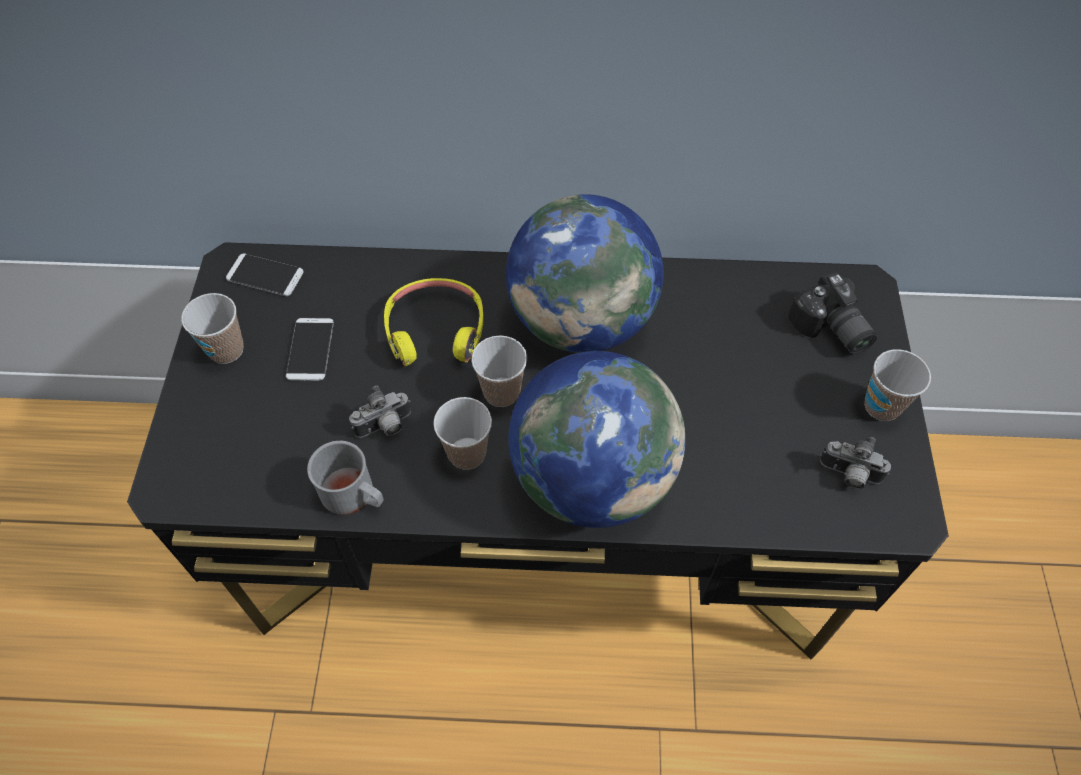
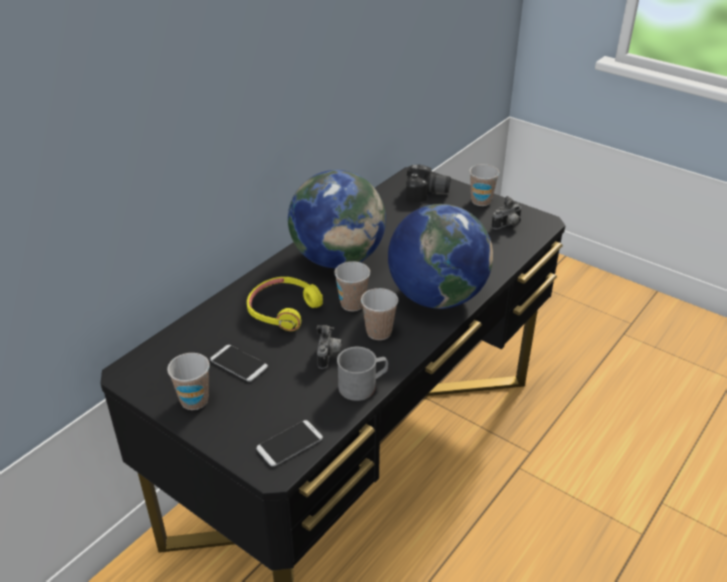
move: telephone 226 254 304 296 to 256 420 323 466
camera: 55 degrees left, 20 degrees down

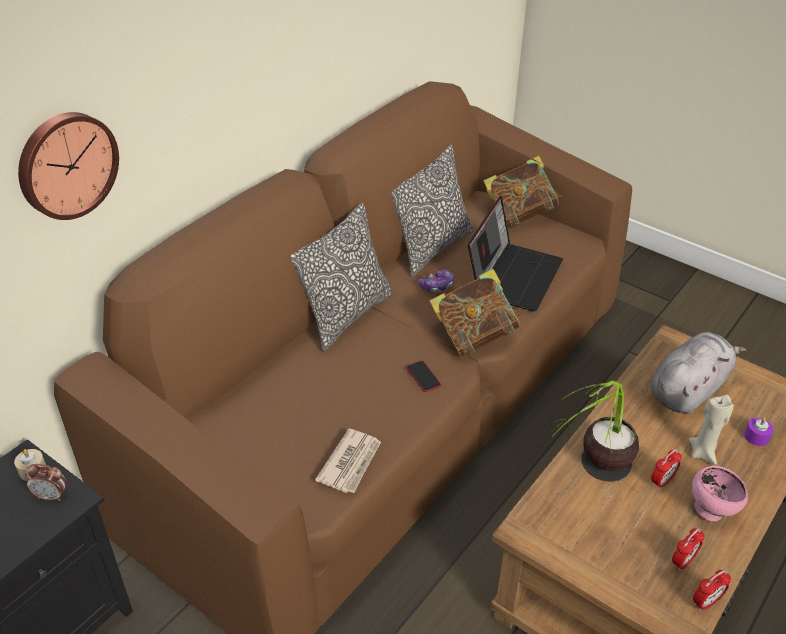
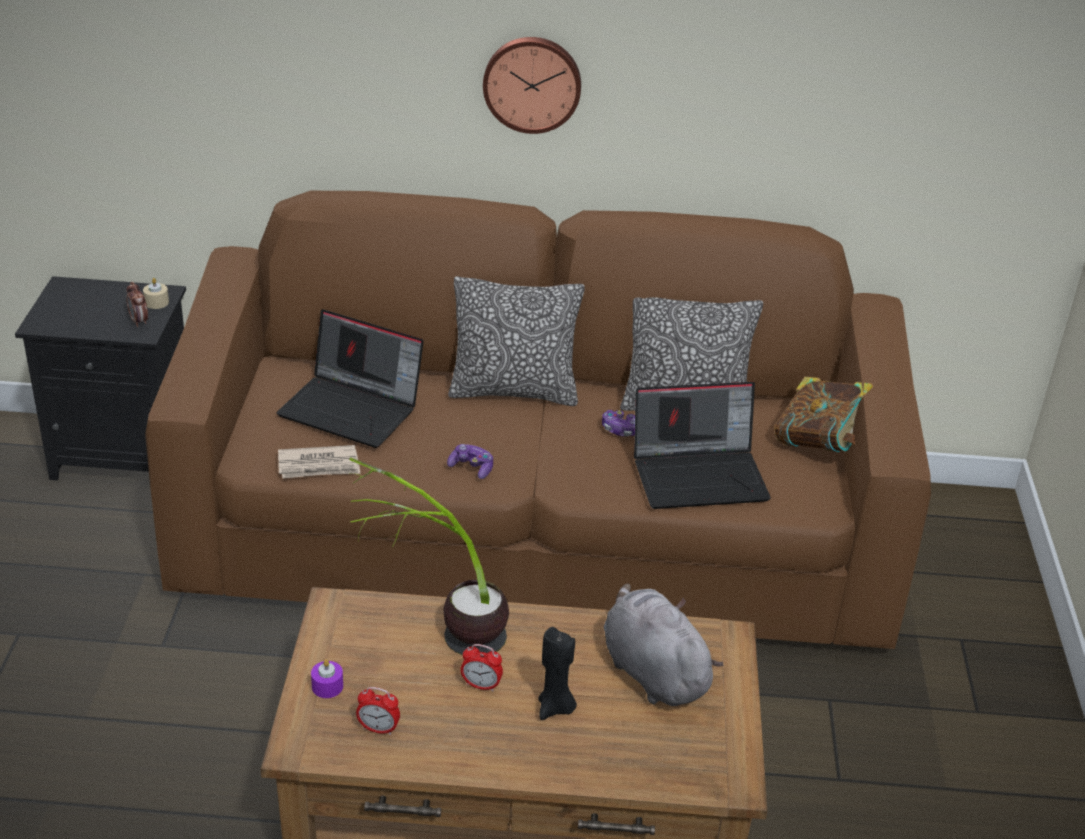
delete: bound book 430 269 524 357; pinkish deep dish 692 466 748 521; bedside clock 693 570 731 611
insert: portable computer 276 309 424 448
move: clock on the wall 18 112 119 220 to 483 37 581 134; purplish wax light 744 417 774 446 to 311 659 343 698
replace: telephone 406 361 441 392 to gamepad 447 444 493 479
recolor: sand-coloured wax light 689 395 734 465 to black wax light 538 627 577 720
rotate: grey soft toy 651 332 746 414 = 604 583 723 706 135 degrees counterclockwise
camera: 55 degrees right, 5 degrees down

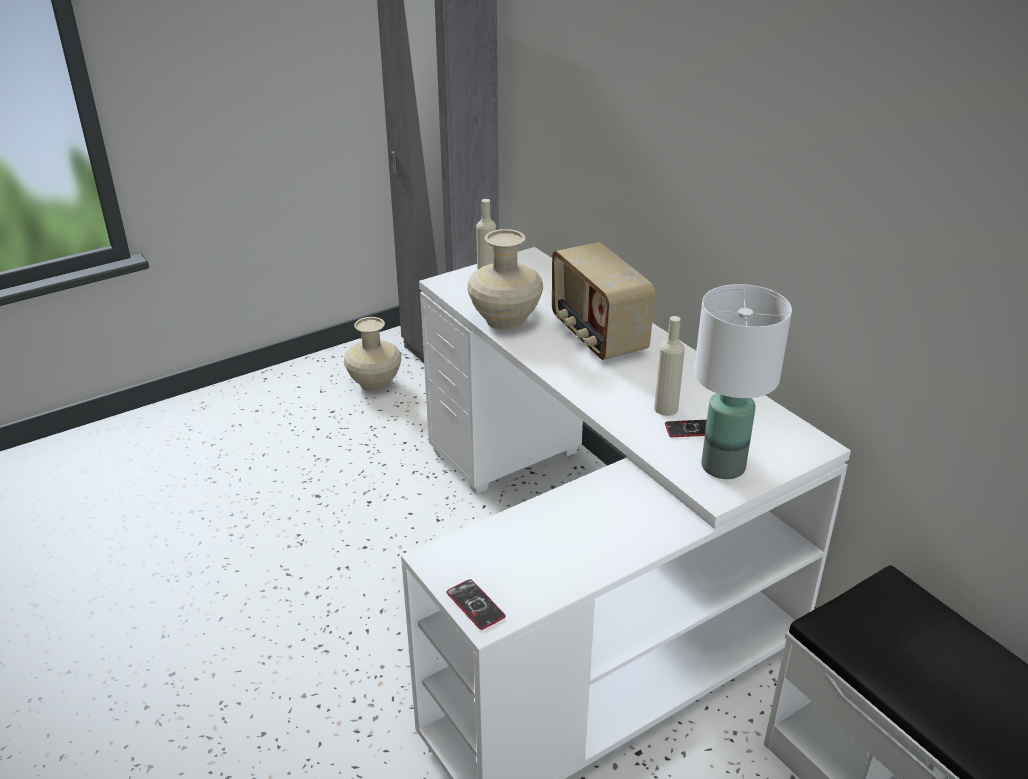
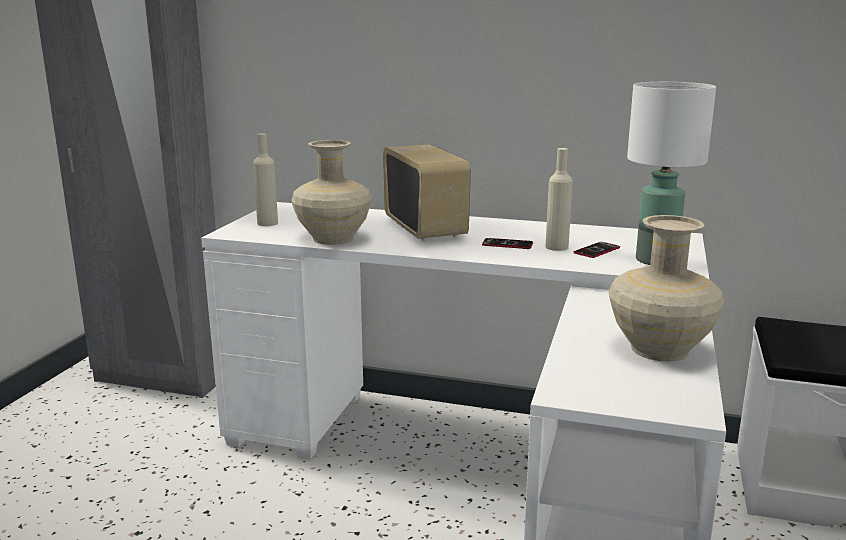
move: sand-coloured decorative vase 344 317 401 392 to 608 215 724 362; telephone 447 579 506 630 to 482 238 533 249
rotate: radio set 552 242 655 360 = 383 144 471 241 135 degrees counterclockwise
camera: 40 degrees left, 15 degrees down

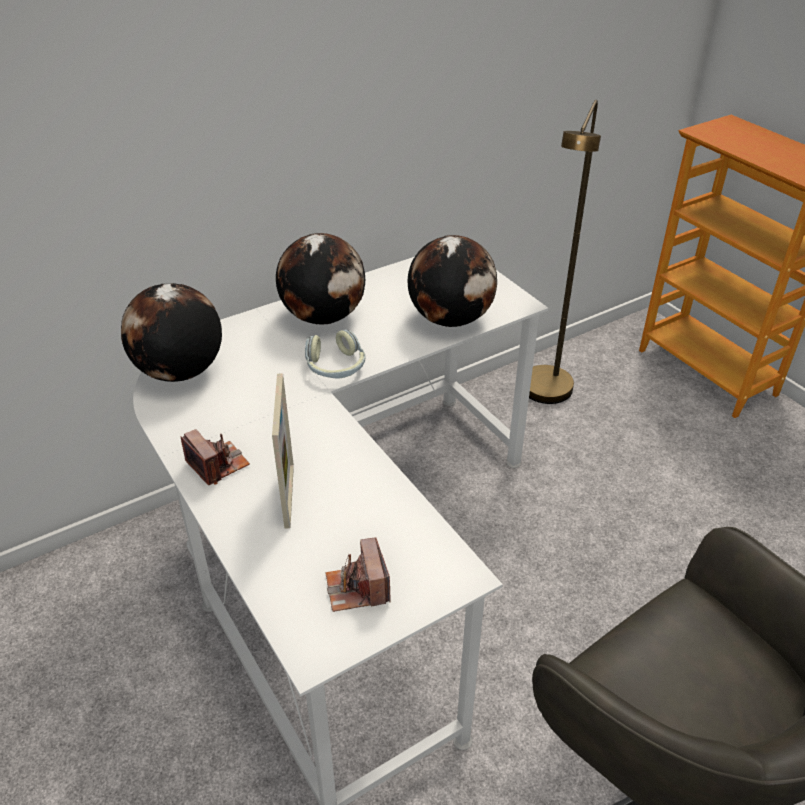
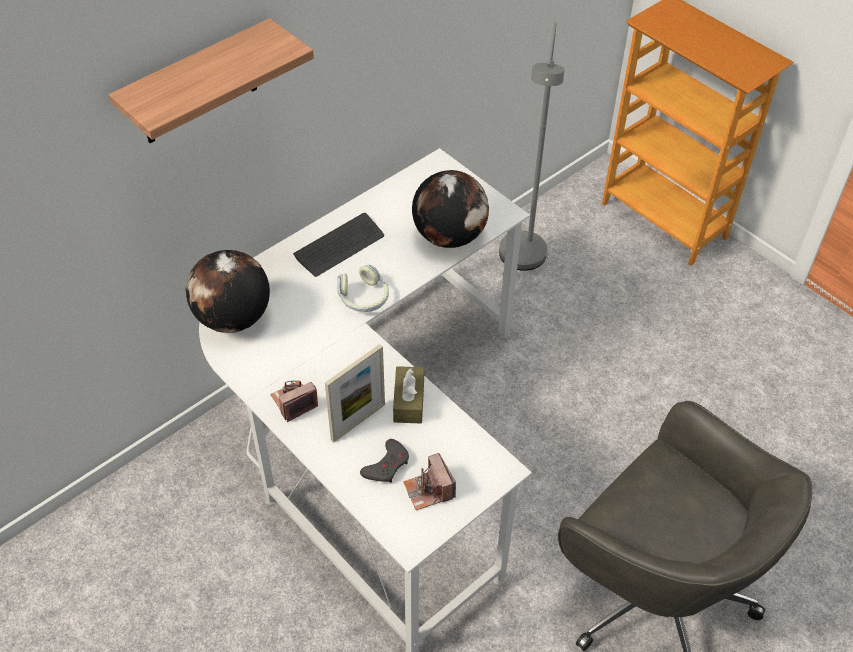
insert: bracket shelf 109 18 314 143; brown tissue holder 393 366 424 424; grey gamepad 360 439 409 483
replace: world globe 276 233 365 325 to computer keyboard 293 213 384 277
recolor: brown floor lamp 529 100 601 404 to grey floor lamp 499 22 565 271
rotate: picture frame 272 374 294 529 = 325 344 385 442 60 degrees clockwise; still camera 181 429 250 485 = 270 381 318 422 75 degrees counterclockwise
camera: 10 degrees left, 10 degrees up

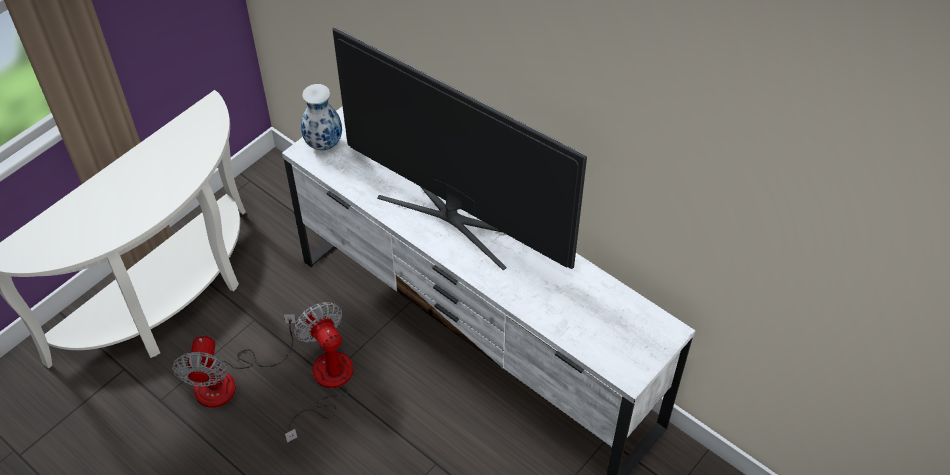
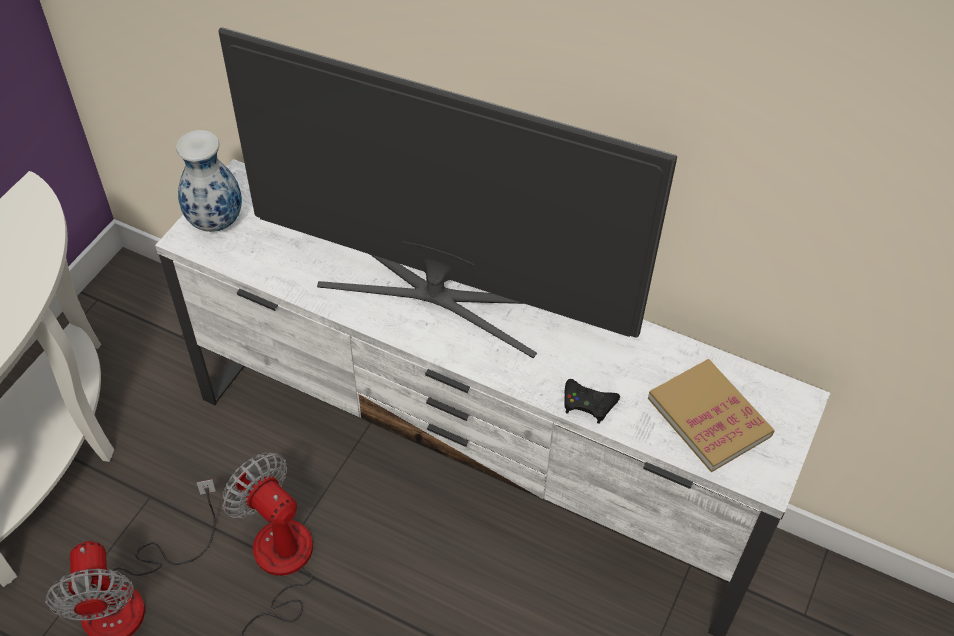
insert: bound book 648 359 775 472; black gamepad 564 379 620 424
camera: 15 degrees left, 0 degrees up

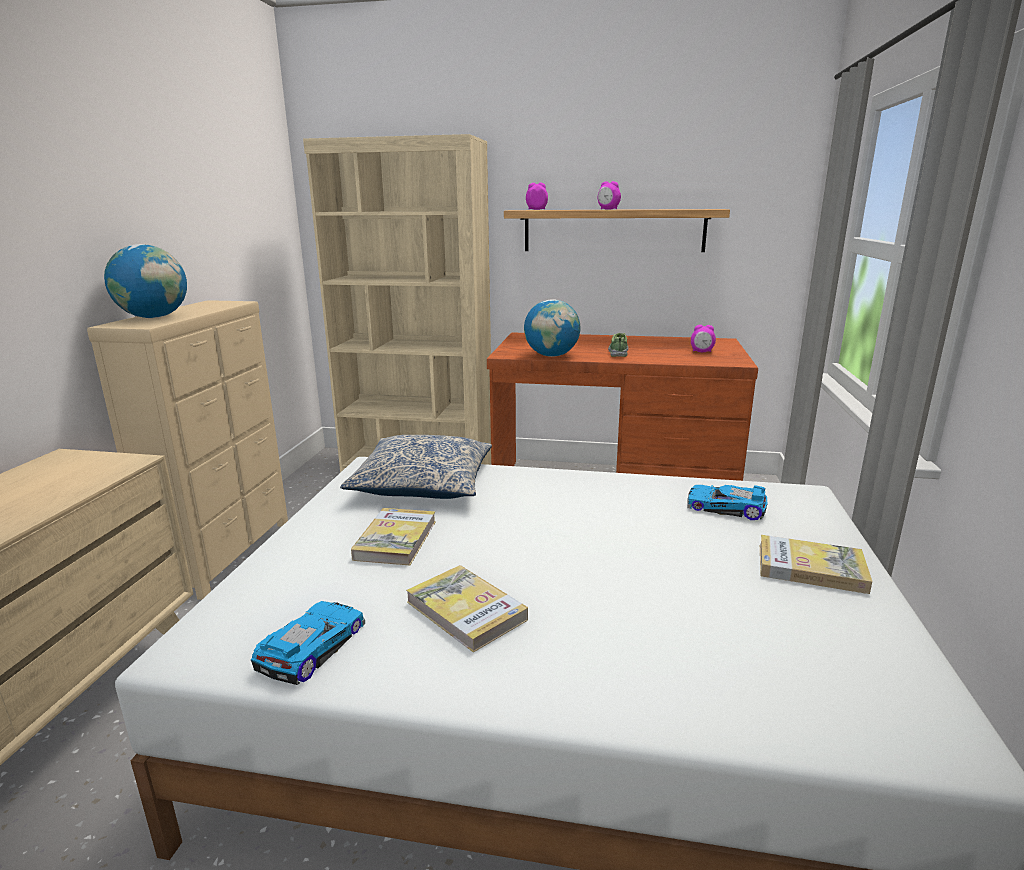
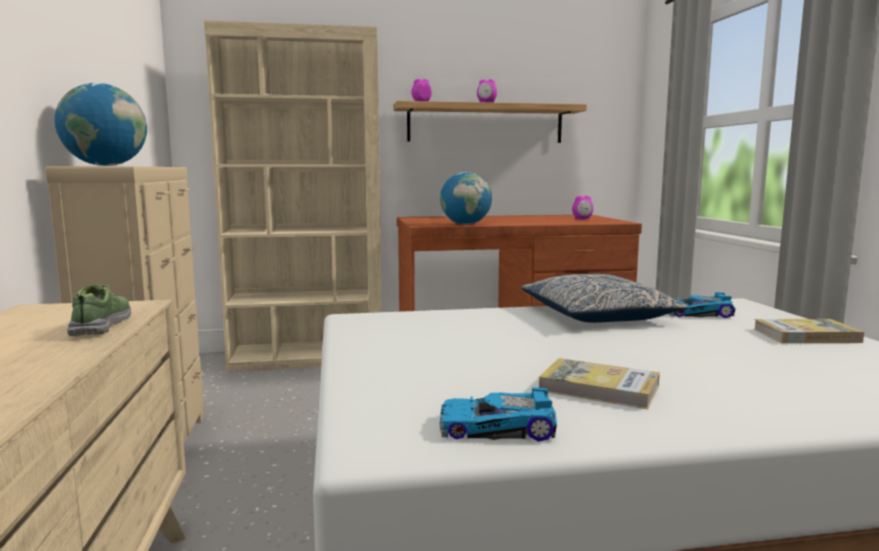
delete: bound book 351 508 436 565
move: item of footwear 608 333 628 357 to 67 284 131 336; throw pillow 340 435 492 499 to 521 274 688 323
rotate: miniature car 251 601 365 685 = 439 387 557 442 90 degrees counterclockwise
camera: 20 degrees left, 10 degrees down

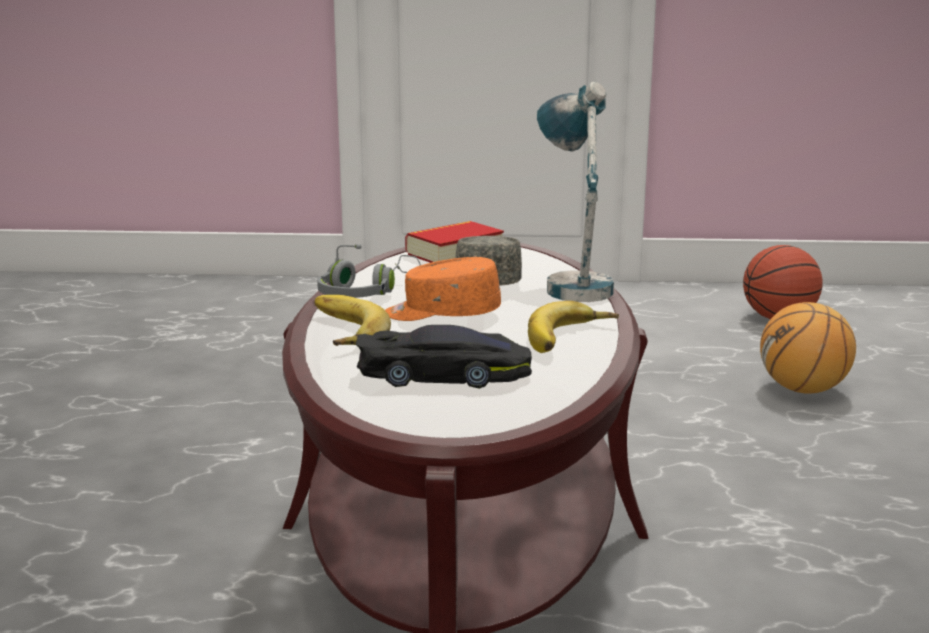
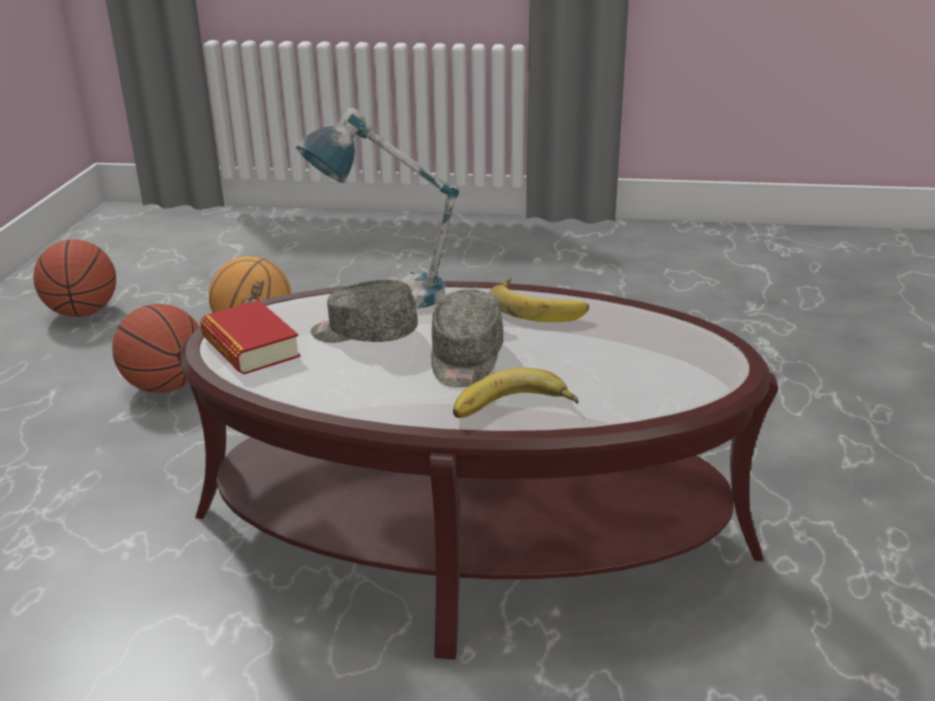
delete: grey pair of headphones 317 244 421 298; black miniature car 356 325 532 389
insert: basketball ball 112 304 199 393
recolor: orange baseball cap 385 257 501 321 to grey baseball cap 431 289 503 387
camera: 85 degrees left, 10 degrees up

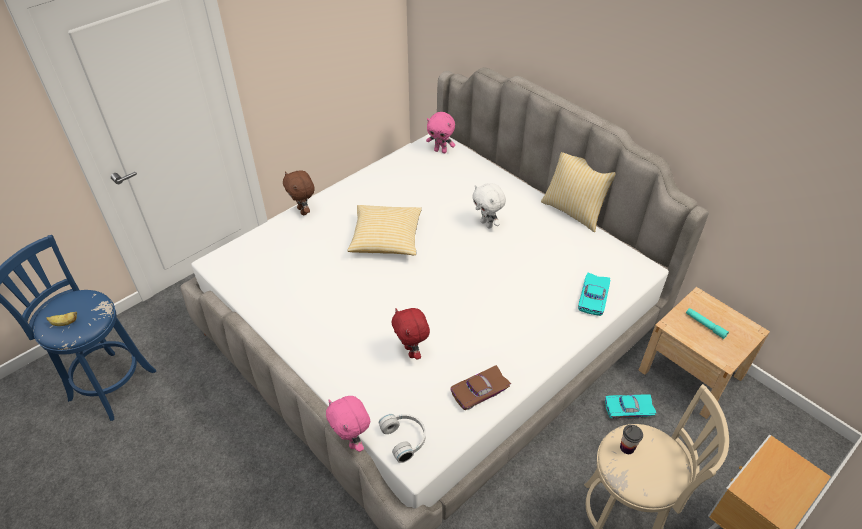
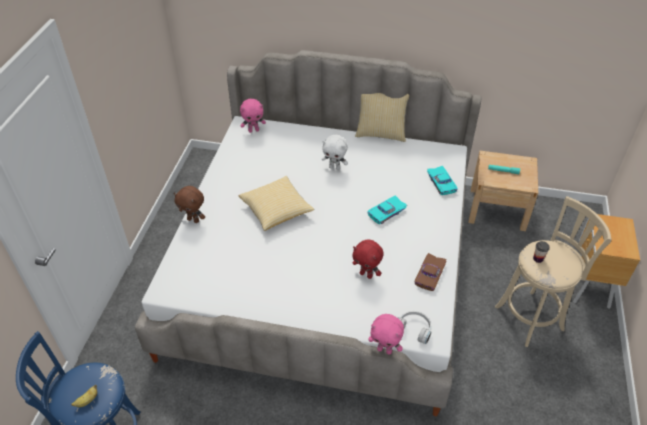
move: turquoise miniature car 605 394 656 419 to 367 195 407 224
camera: 35 degrees left, 0 degrees up

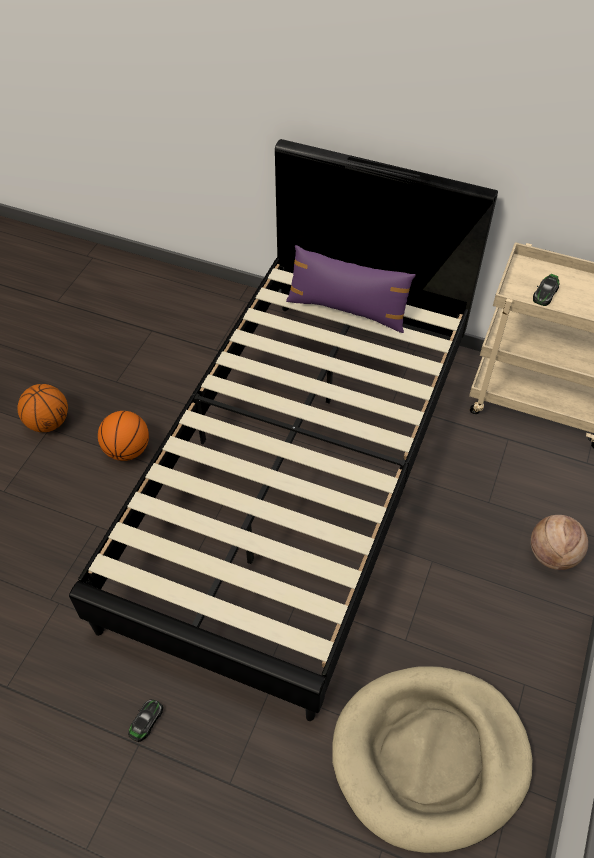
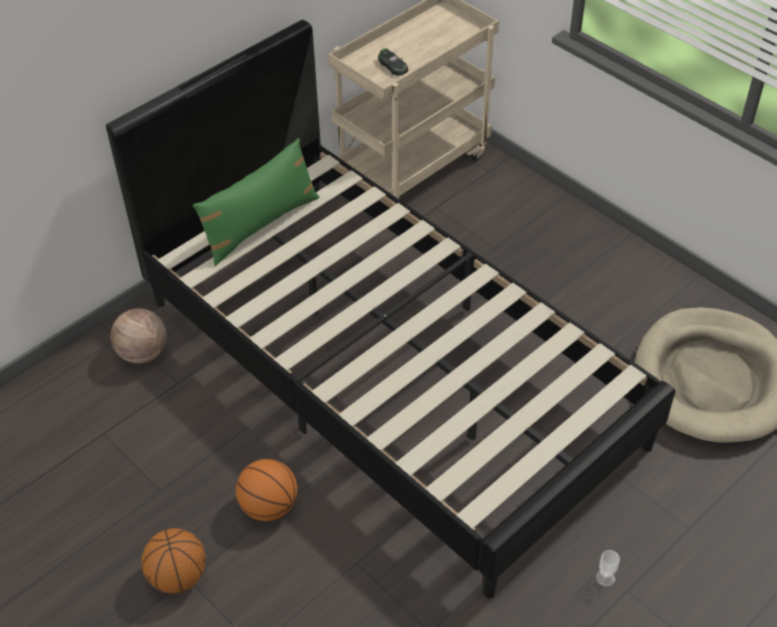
move: basketball ball 531 515 588 570 to 110 308 167 363
replace: miniature car 128 699 163 742 to cup 596 550 620 587
recolor: purplish throw pillow 286 245 416 333 to greenish throw pillow 193 138 319 266
camera: 65 degrees left, 5 degrees down

